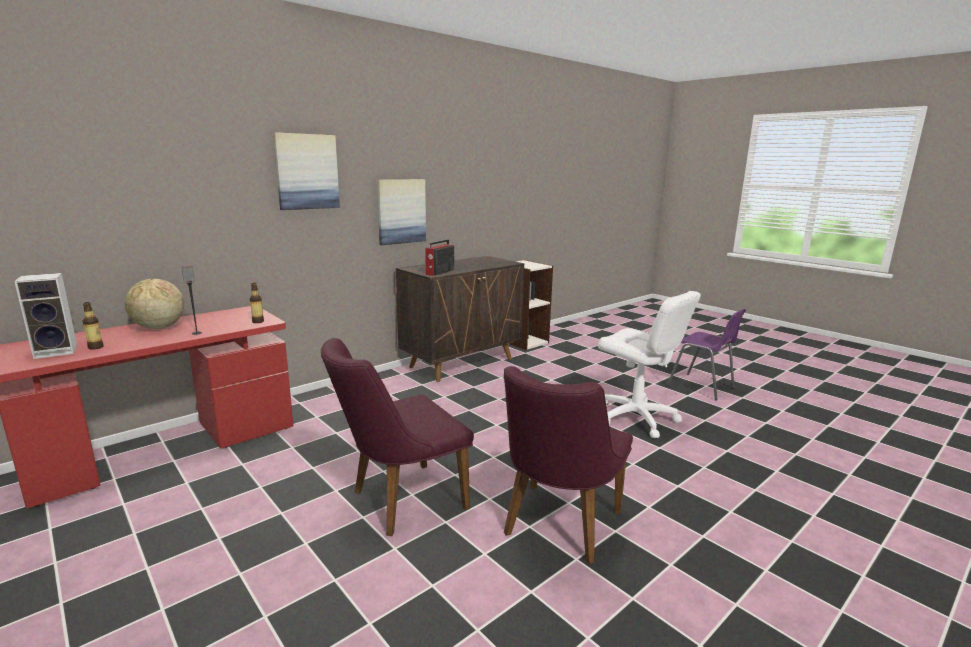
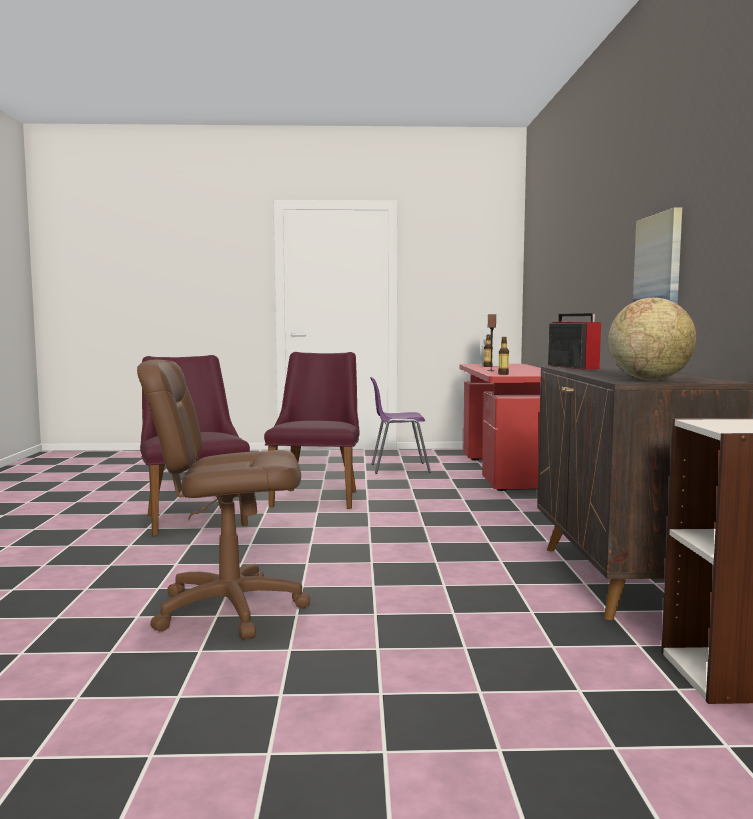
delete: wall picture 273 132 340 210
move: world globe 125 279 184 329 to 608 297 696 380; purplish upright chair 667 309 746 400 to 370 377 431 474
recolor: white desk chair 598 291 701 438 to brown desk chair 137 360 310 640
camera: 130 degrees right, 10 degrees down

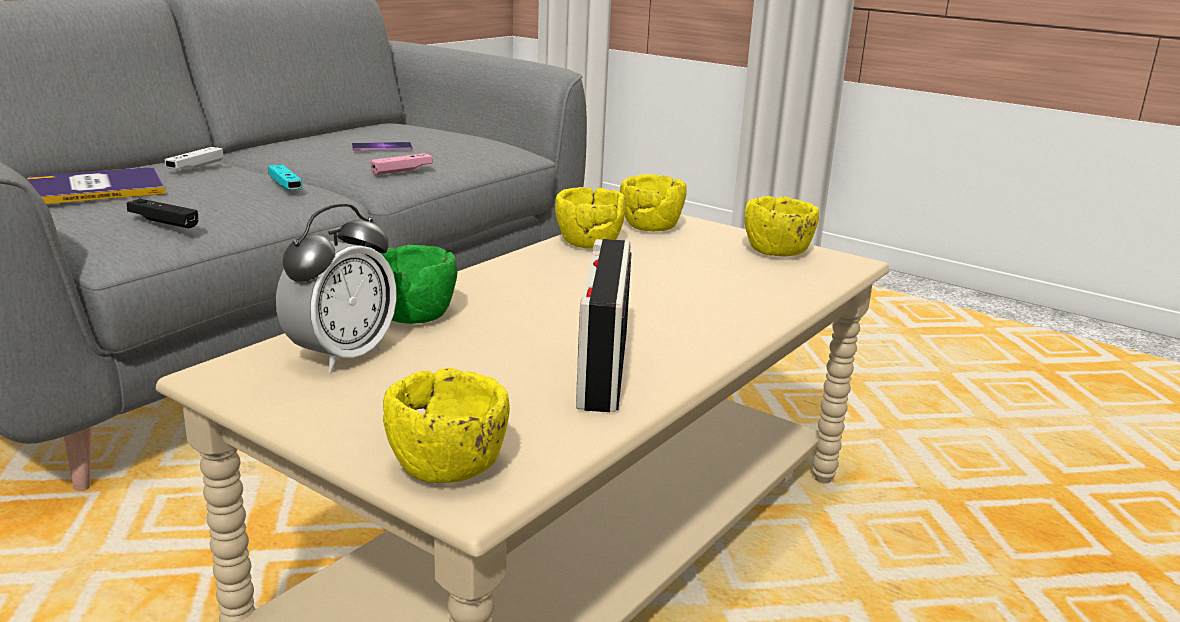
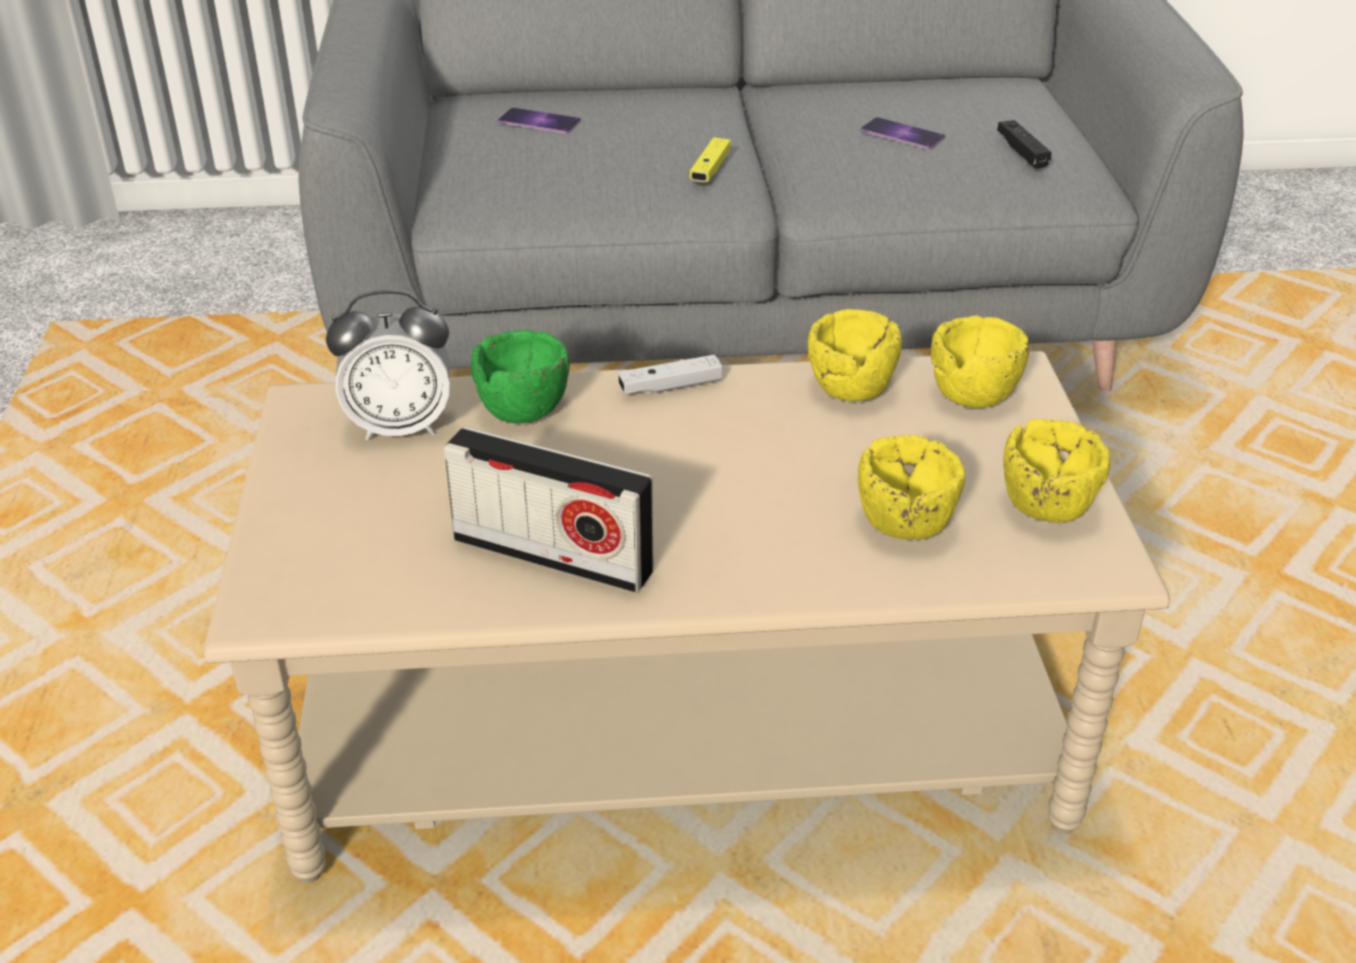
delete: pinkish gamepad 370 153 432 175
move: white gamepad 165 147 223 171 to 618 355 723 394; black gamepad 127 199 199 228 to 997 120 1052 168; yellowish deep dish 383 368 510 483 to 858 435 965 540
replace: bound book 27 168 166 204 to telephone 498 107 581 134
recolor: turquoise gamepad 268 164 303 190 to yellowish gamepad 690 137 731 182
rotate: radio set 576 239 632 412 = 444 427 654 593 120 degrees counterclockwise
camera: 50 degrees right, 15 degrees up

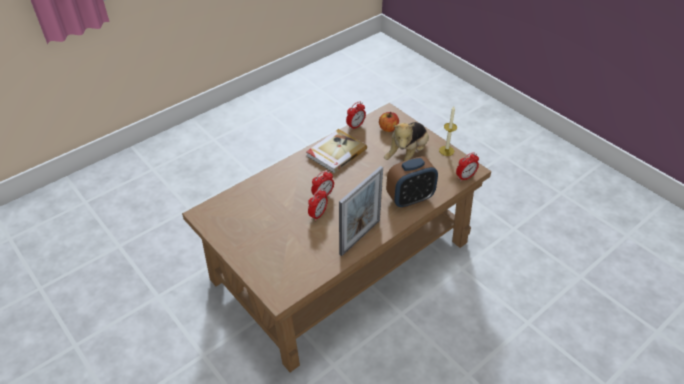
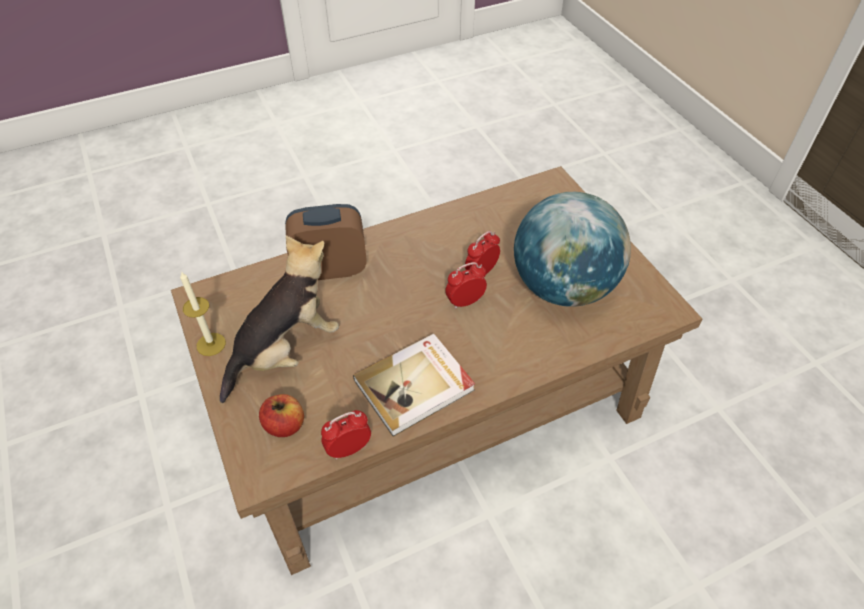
delete: bedside clock 456 152 479 181; picture frame 339 166 383 256
insert: world globe 514 192 631 307
camera: 165 degrees left, 5 degrees up

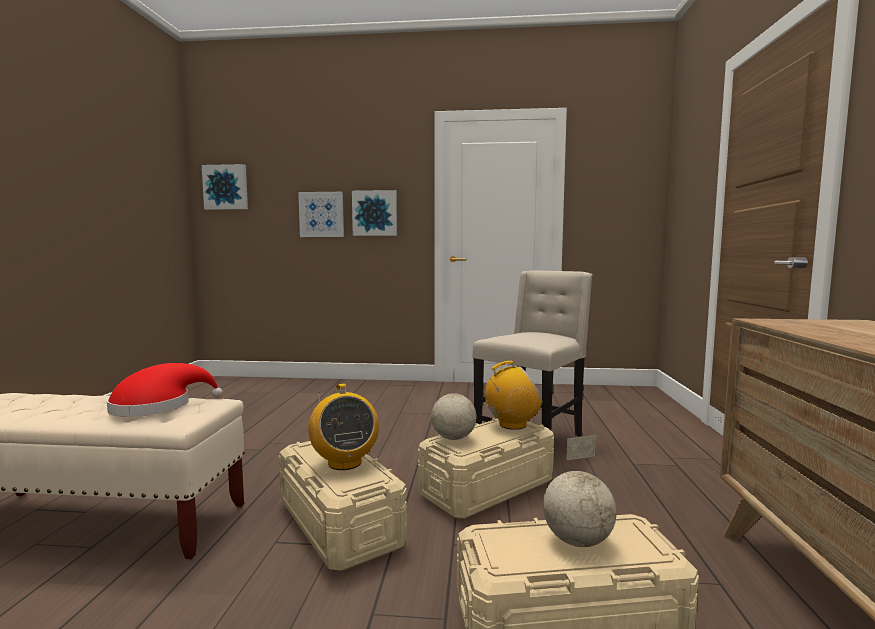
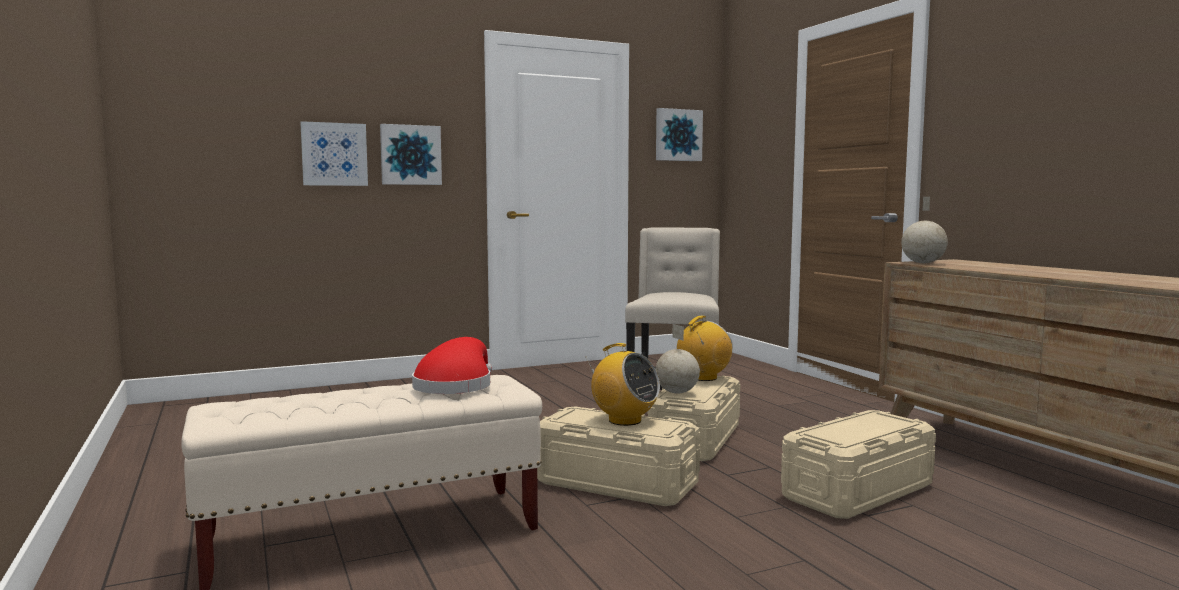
move: wall picture 202 164 248 210 to 656 108 703 161; world globe 543 435 616 547 to 901 197 948 263
camera: 30 degrees left, 0 degrees up

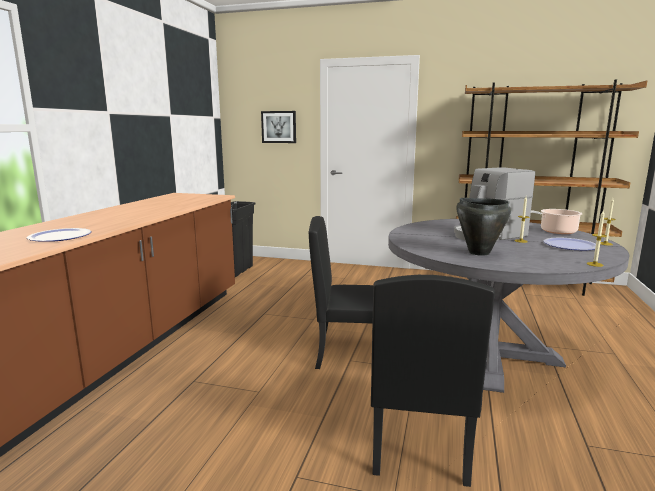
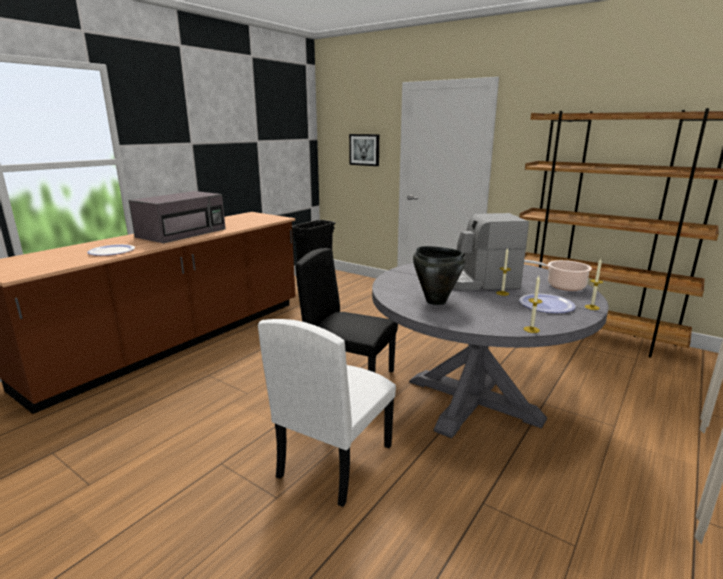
insert: grey microwave oven 129 191 226 244
recolor: black upright chair 371 275 495 487 to white upright chair 258 319 396 507
camera: 20 degrees right, 5 degrees up

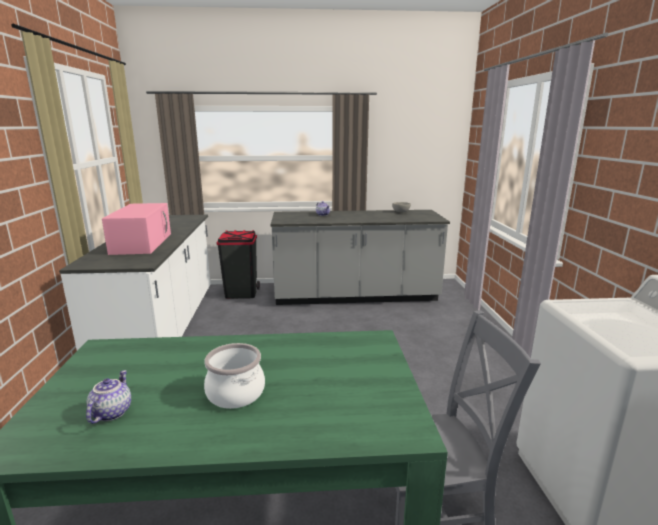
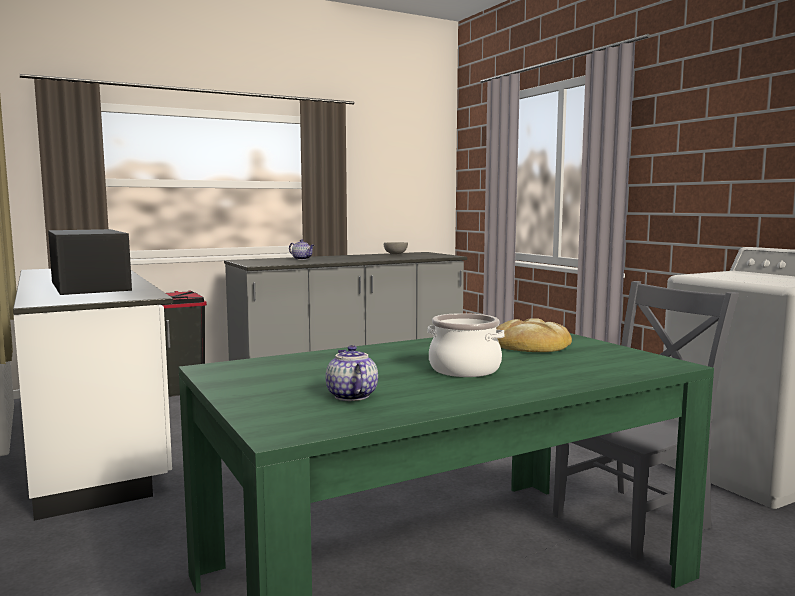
insert: bakery bread 496 318 572 352
recolor: pinkish microwave oven 102 203 171 255 to black microwave oven 48 229 132 295
camera: 25 degrees left, 10 degrees down

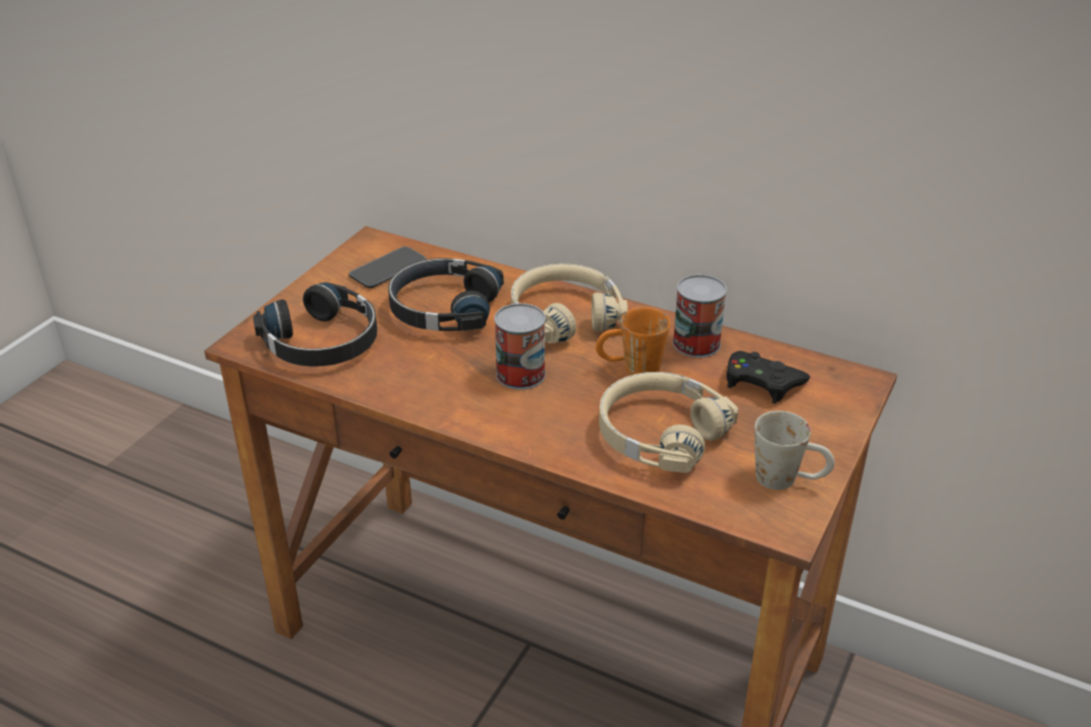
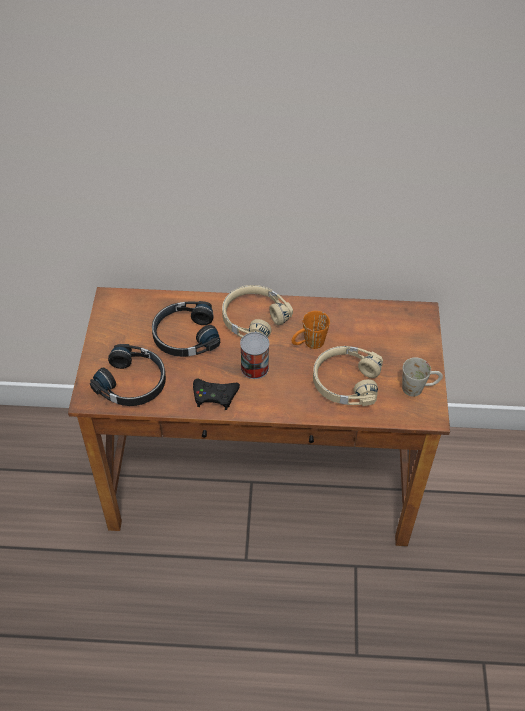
delete: telephone 349 246 427 288; can 673 275 727 358
move: black gamepad 726 351 810 404 to 193 379 240 410
camera: 25 degrees left, 15 degrees up

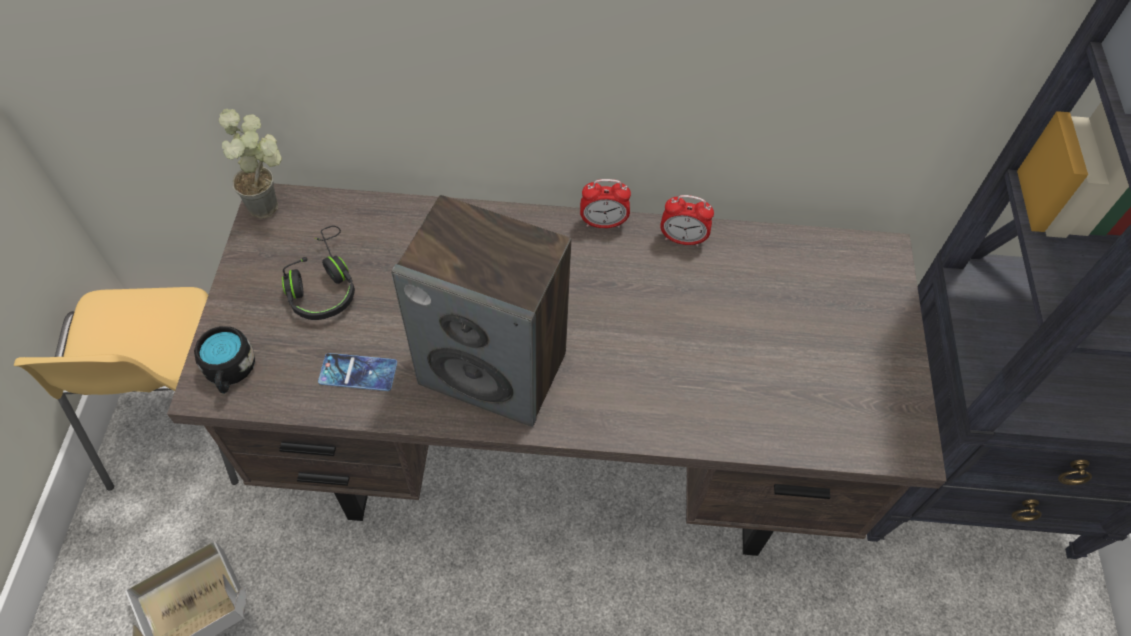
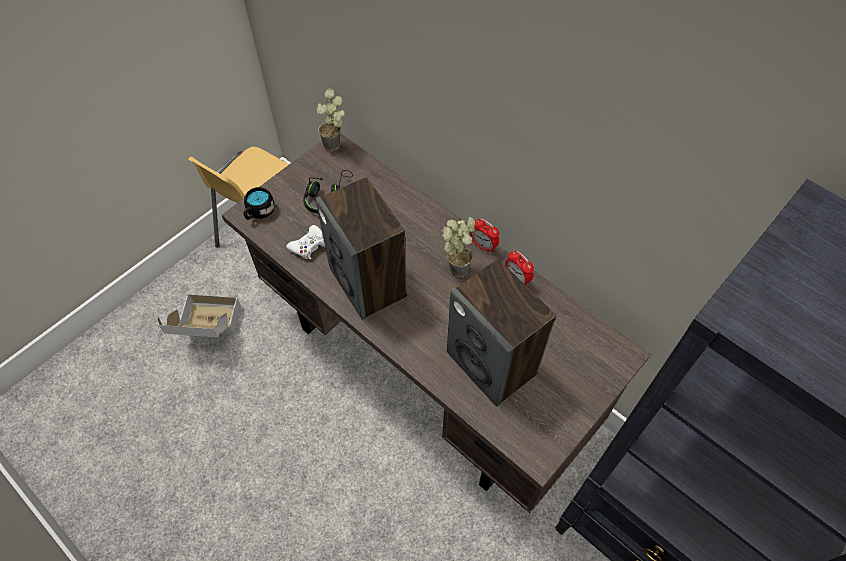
insert: plant in a pot 442 217 475 278; speaker 447 259 556 407
replace: telephone 318 353 397 391 to white gamepad 286 225 325 260
camera: 40 degrees right, 0 degrees up

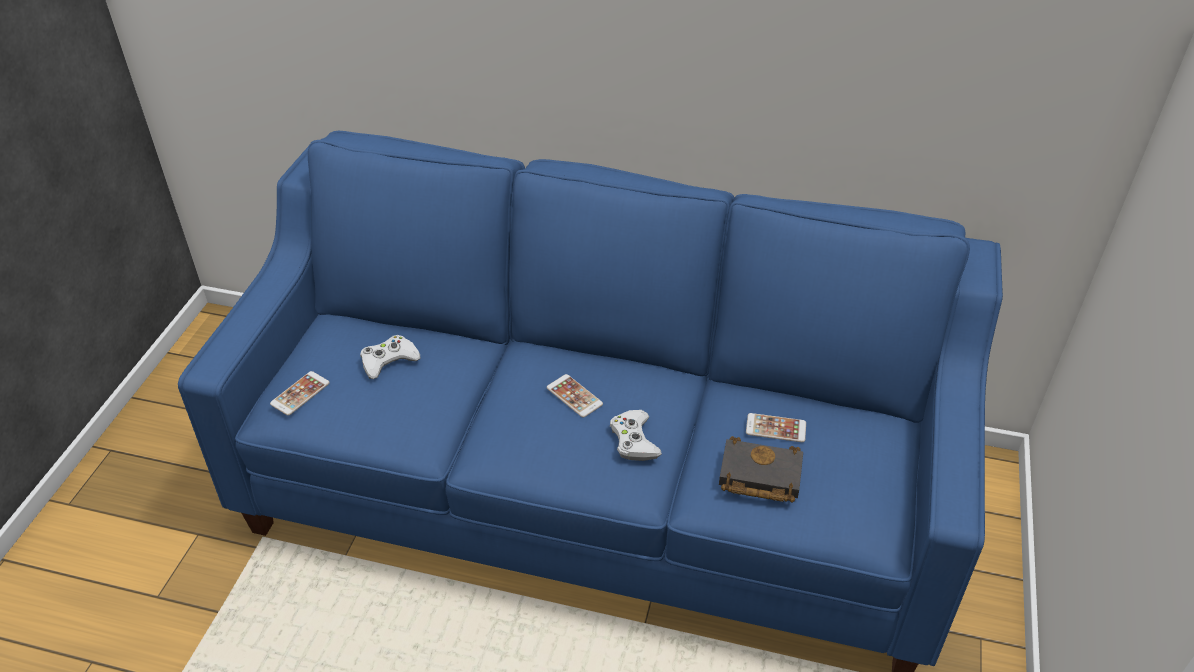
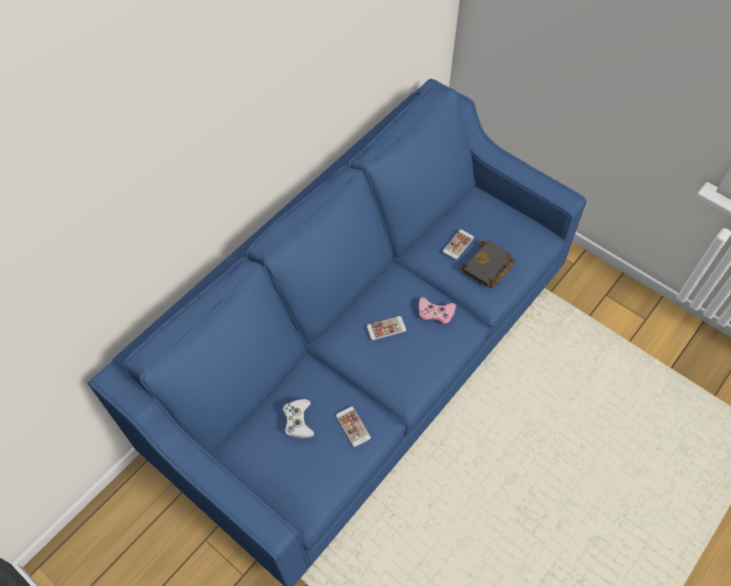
move: telephone 270 371 330 415 to 336 407 371 447
recolor: white gamepad 610 410 662 461 to pinkish gamepad 418 297 456 324
camera: 65 degrees left, 15 degrees up

